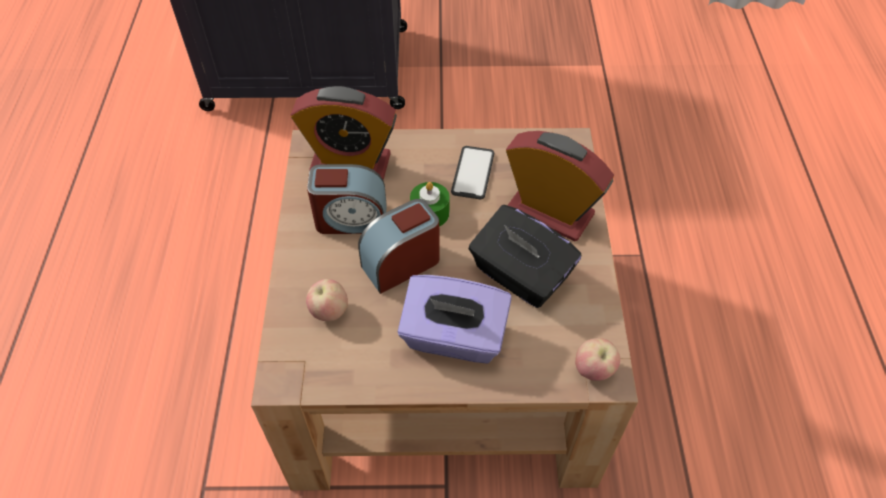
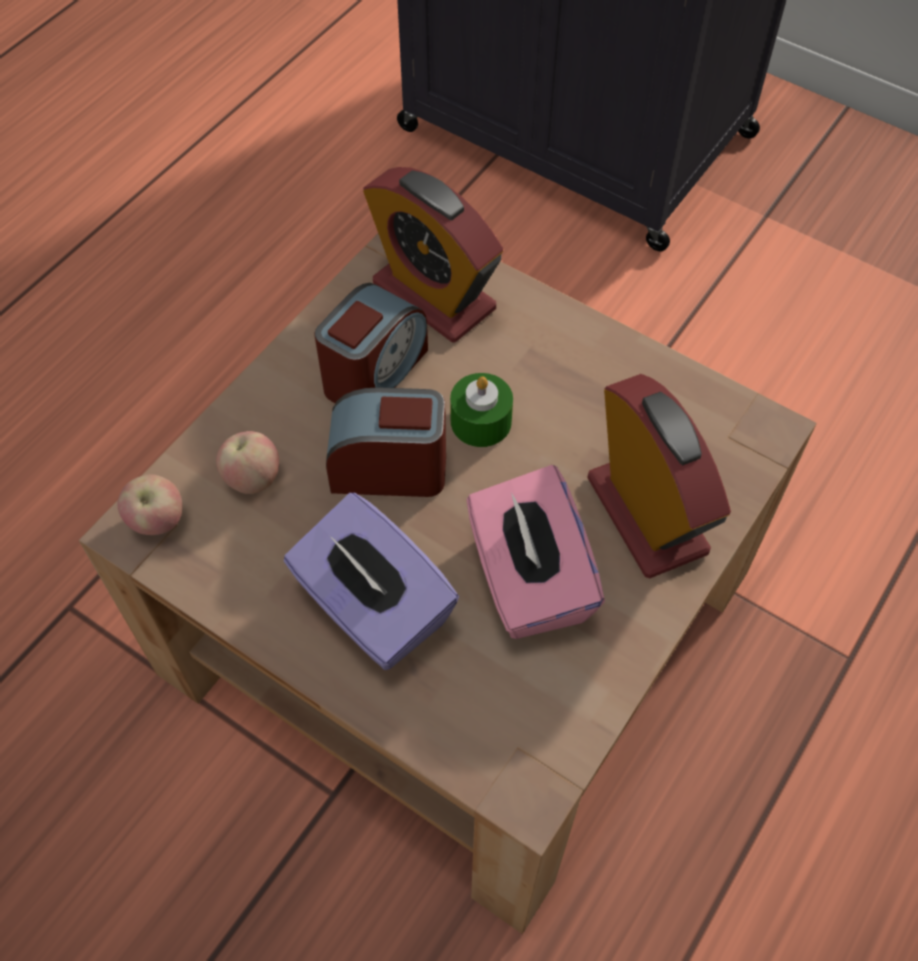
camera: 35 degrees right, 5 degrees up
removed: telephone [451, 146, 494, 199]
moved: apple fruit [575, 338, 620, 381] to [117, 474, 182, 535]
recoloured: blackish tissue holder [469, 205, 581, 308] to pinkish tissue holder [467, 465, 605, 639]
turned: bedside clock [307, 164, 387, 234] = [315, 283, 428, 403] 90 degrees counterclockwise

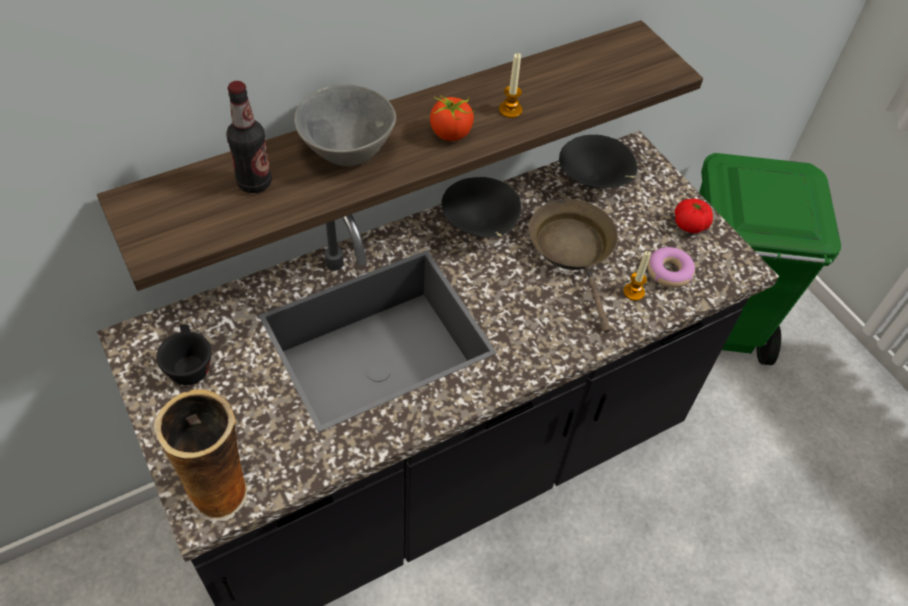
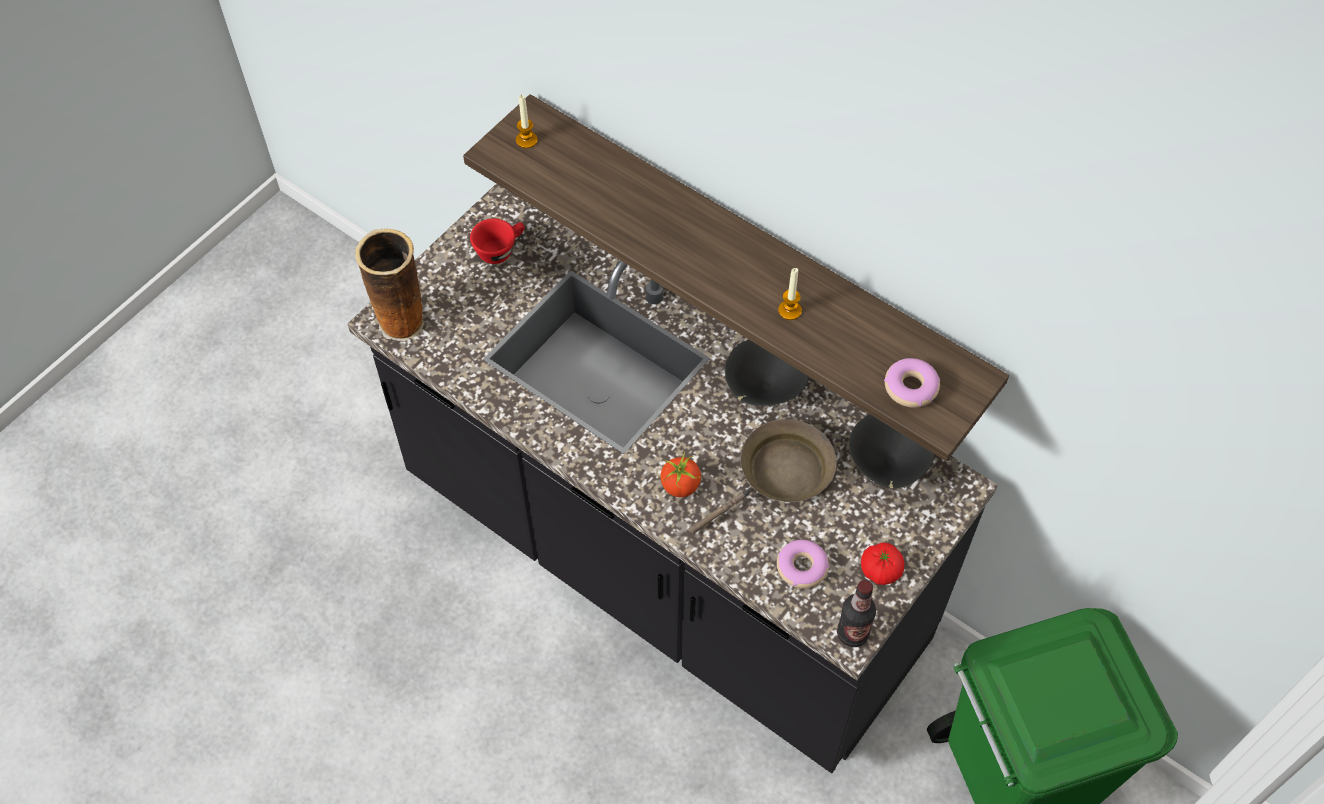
camera: 70 degrees right, 5 degrees up
removed: gray deep dish [294, 85, 396, 166]
added: doughnut [884, 358, 940, 408]
moved: drink bottle [226, 81, 272, 193] to [837, 580, 876, 647]; whole tomato [430, 95, 475, 141] to [660, 452, 701, 497]; candle [623, 251, 651, 301] to [516, 95, 538, 148]
recoloured: blackish small cup [157, 324, 212, 385] to reddish small cup [470, 218, 525, 264]

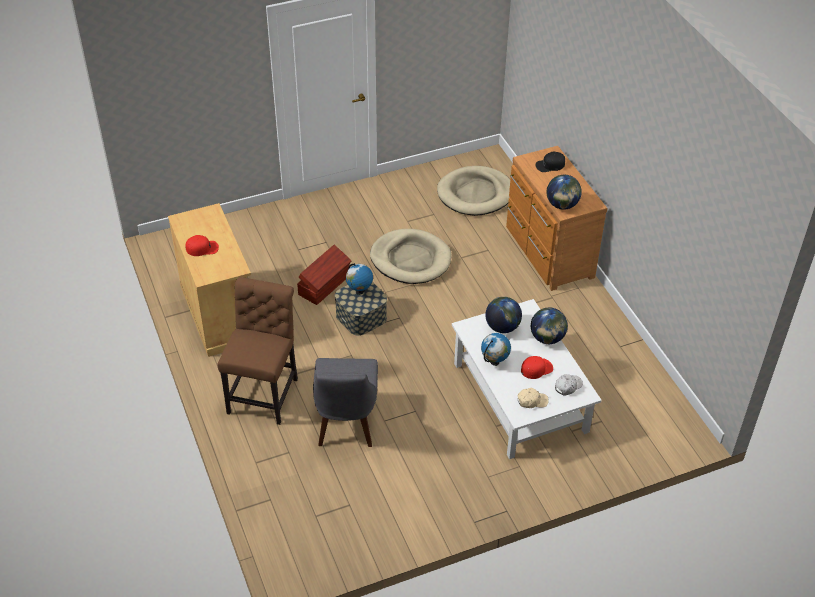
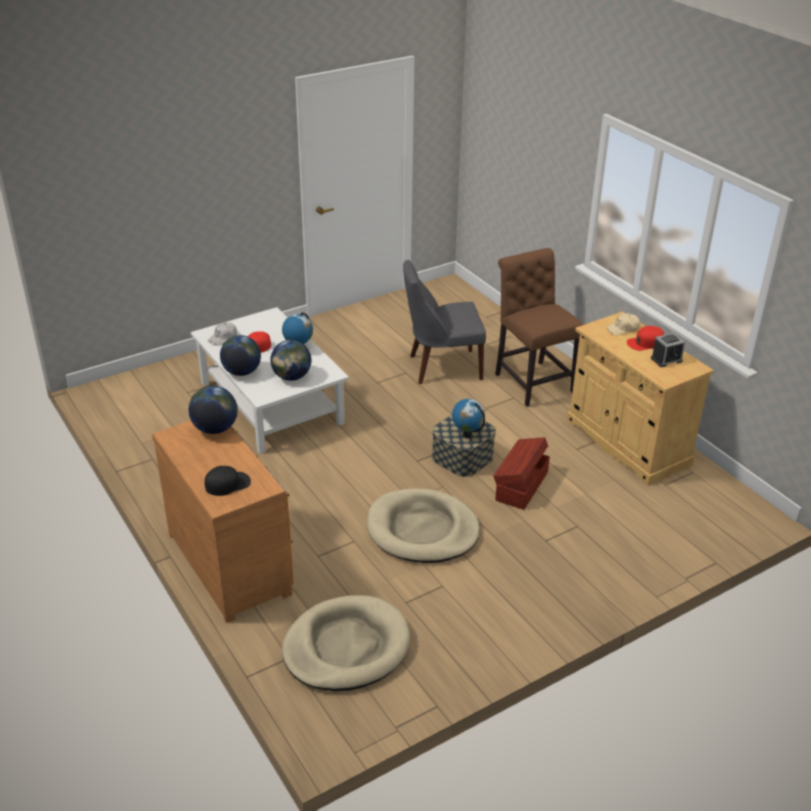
camera: 170 degrees right, 10 degrees down
added: bedside clock [651, 333, 685, 367]
moved: beige cap [518, 388, 549, 408] to [606, 313, 640, 335]
turned: brown-coloured plain chair [217, 277, 298, 425] = [495, 248, 584, 407] 150 degrees clockwise; gray plain chair [313, 358, 378, 447] = [403, 260, 486, 384] 90 degrees counterclockwise

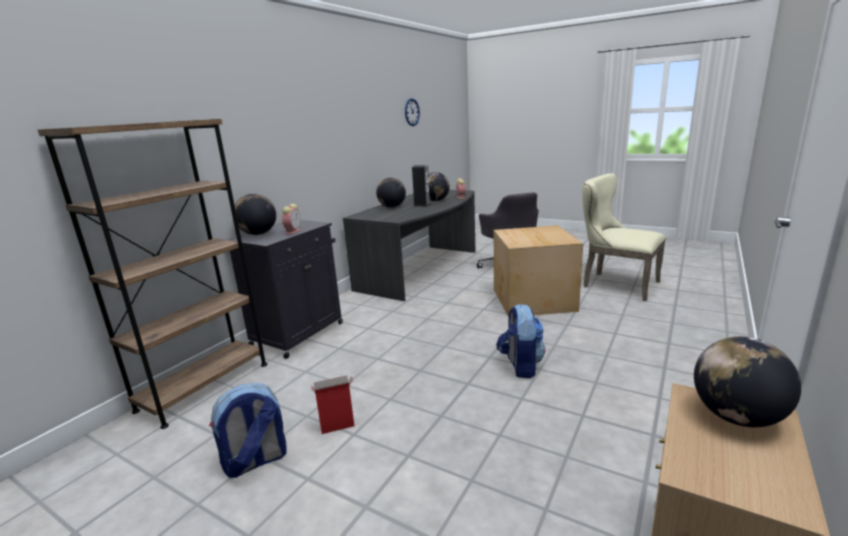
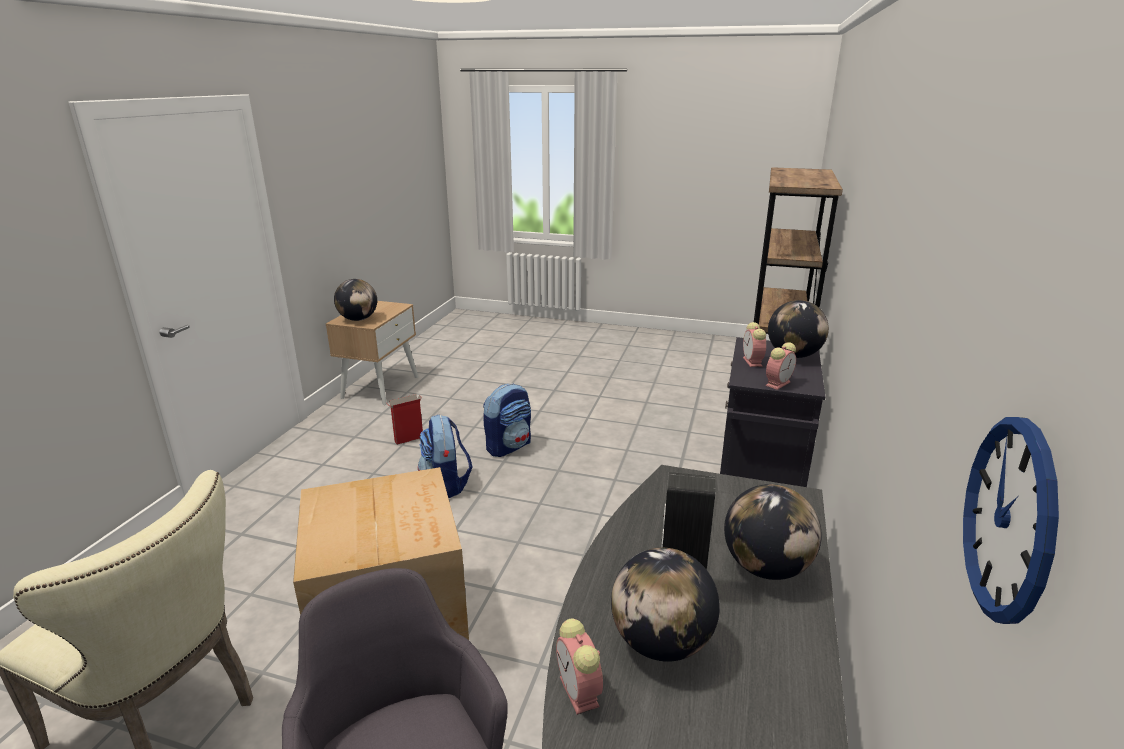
camera: 165 degrees right, 5 degrees up
added: bedside clock [765, 342, 796, 390]
moved: knapsack [209, 383, 287, 478] to [483, 383, 531, 457]; carton [311, 375, 354, 434] to [387, 394, 423, 445]

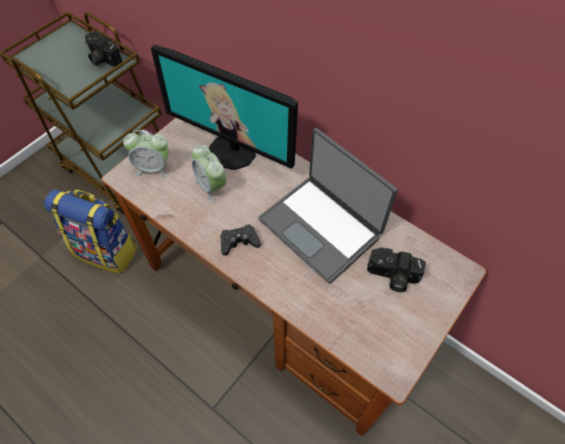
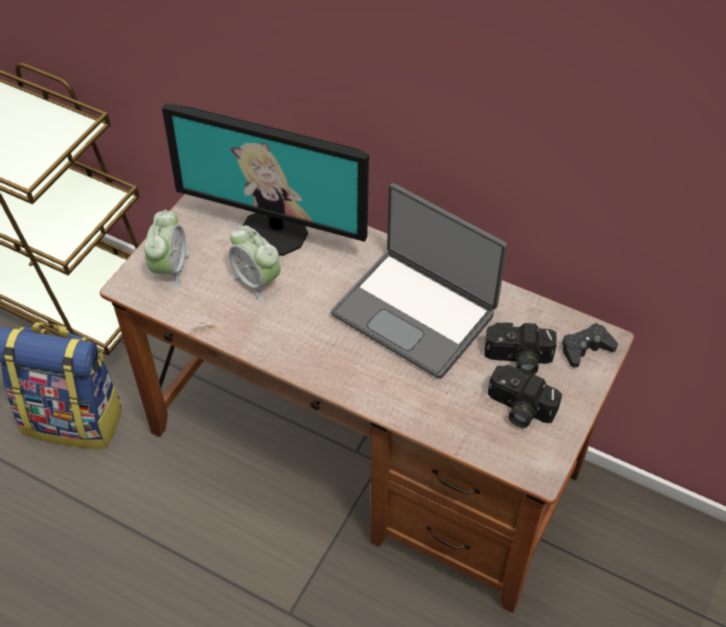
camera: 10 degrees left, 5 degrees down
moved: photo camera [85, 31, 122, 67] to [488, 365, 562, 428]; blackish gamepad [220, 224, 261, 256] to [562, 323, 618, 368]
turned: bedside clock [123, 130, 169, 177] = [144, 210, 190, 289] 75 degrees counterclockwise

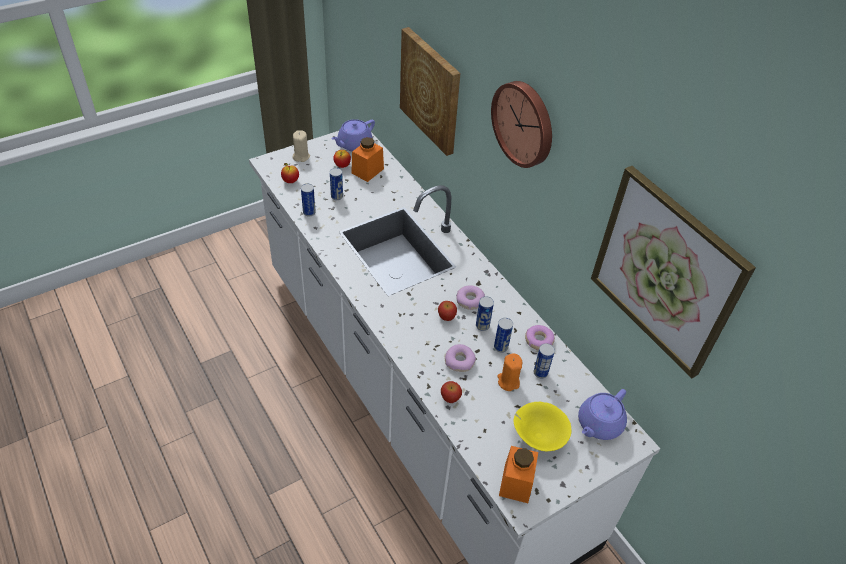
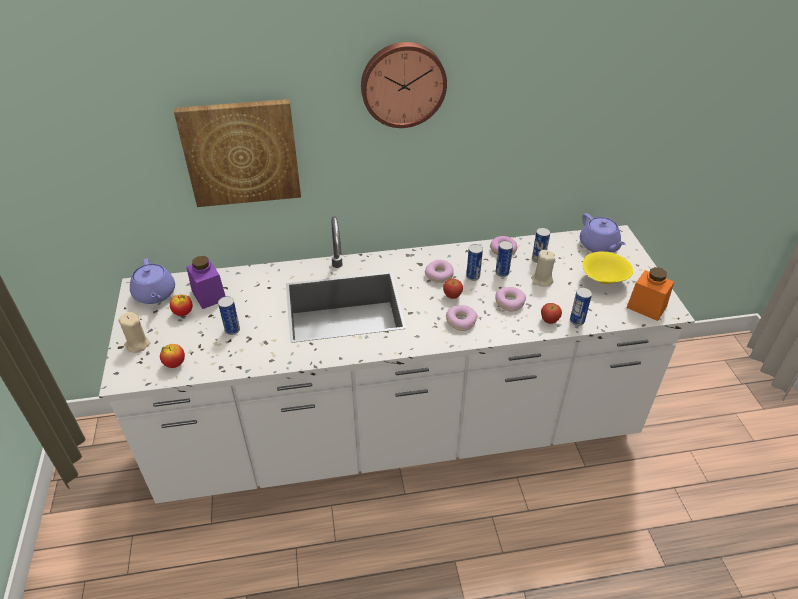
camera: 65 degrees left, 5 degrees down
removed: wall art [591, 166, 756, 378]
added: doughnut [446, 305, 478, 331]
moved: metal can [301, 184, 316, 216] to [570, 287, 592, 326]
recoloured: orangey storage jar [351, 137, 384, 182] to purplish storage jar [186, 256, 225, 309]; orangey candle [497, 354, 522, 391] to beige candle [531, 250, 555, 287]

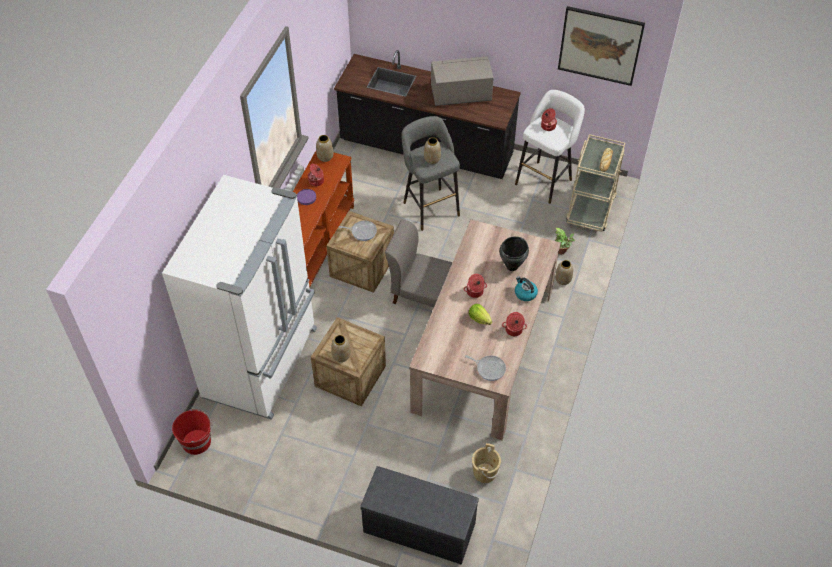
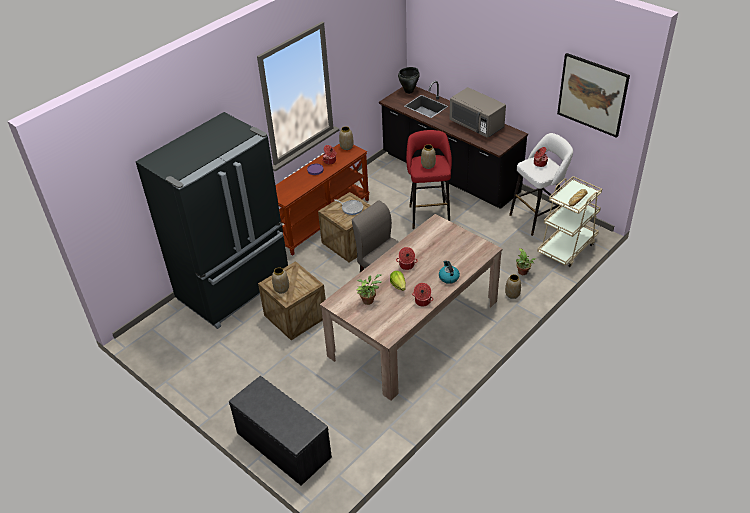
camera: 25 degrees right, 10 degrees down
removed: reddish bucket [172, 409, 212, 455]; pan [465, 355, 506, 381]; beige bucket [472, 443, 501, 483]
added: potted plant [356, 274, 382, 305]
moved: blackish cooking pot [499, 236, 529, 271] to [398, 67, 420, 94]
recoloured: white-coloured refrigerator [162, 175, 317, 420] to blackish refrigerator [136, 112, 288, 329]; gray stool seat [402, 116, 460, 231] to reddish stool seat [406, 130, 452, 229]
turned: gray microwave [431, 56, 494, 106] = [450, 87, 506, 137] 150 degrees counterclockwise

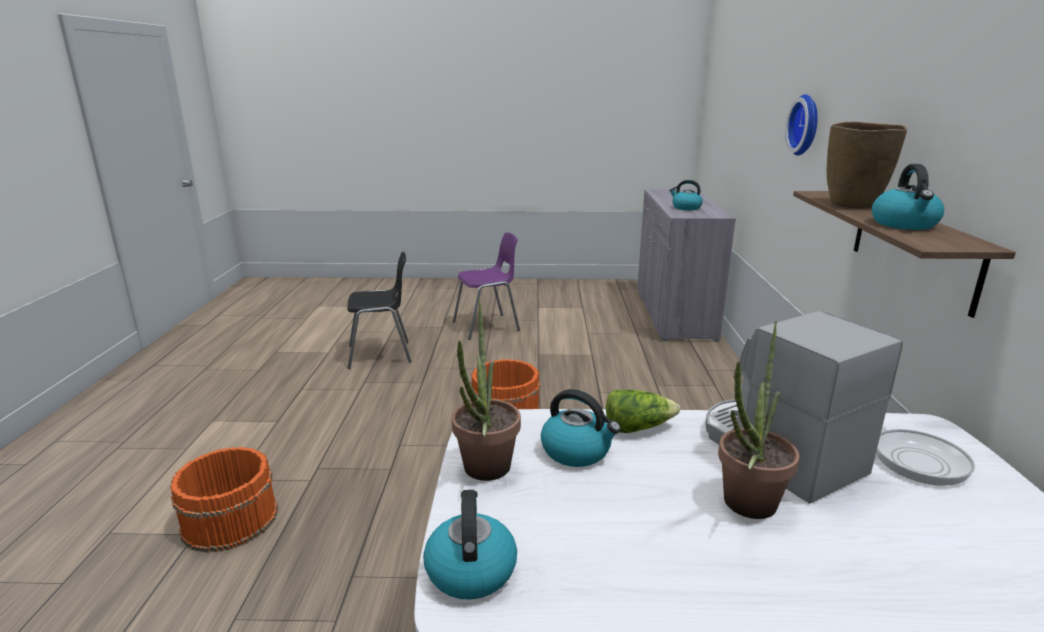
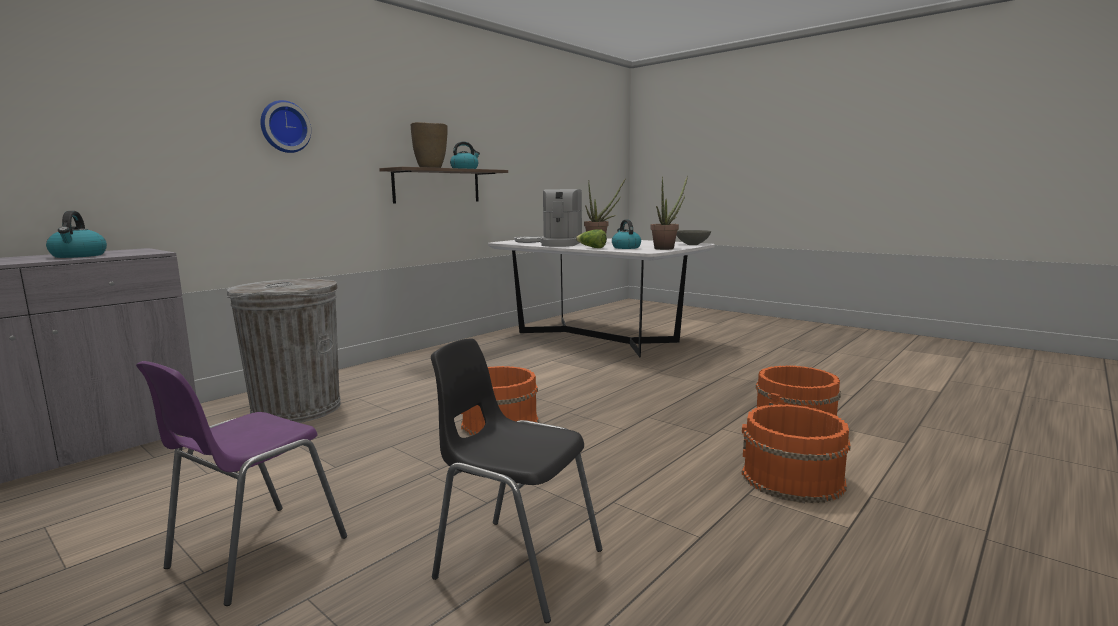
camera: 140 degrees left, 10 degrees down
added: gray trash can [227, 279, 341, 423]; orangey bucket [742, 404, 851, 503]
replaced: kettle [423, 490, 517, 600] to gray deep dish [677, 230, 711, 245]
turned: purplish plain chair [453, 232, 520, 340] = [136, 361, 347, 606] 75 degrees counterclockwise

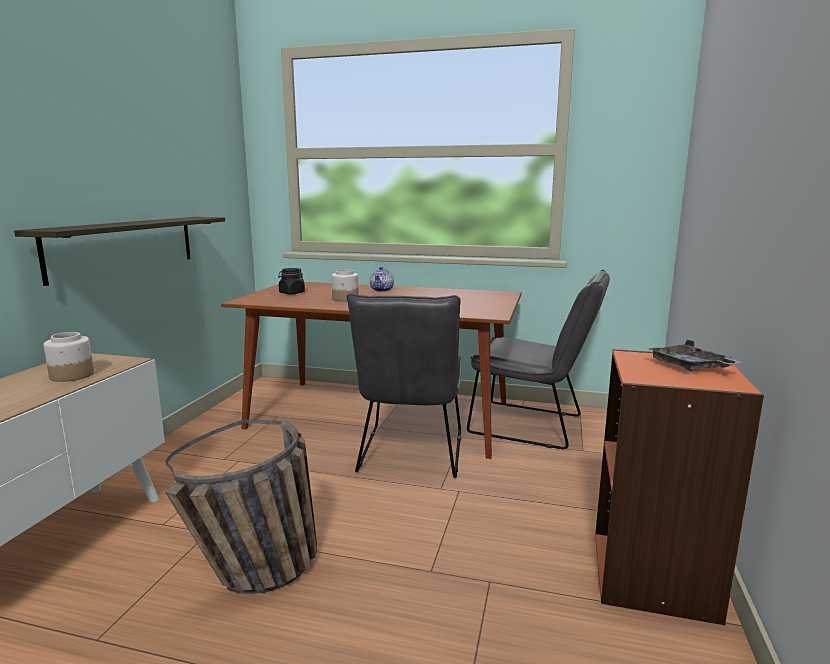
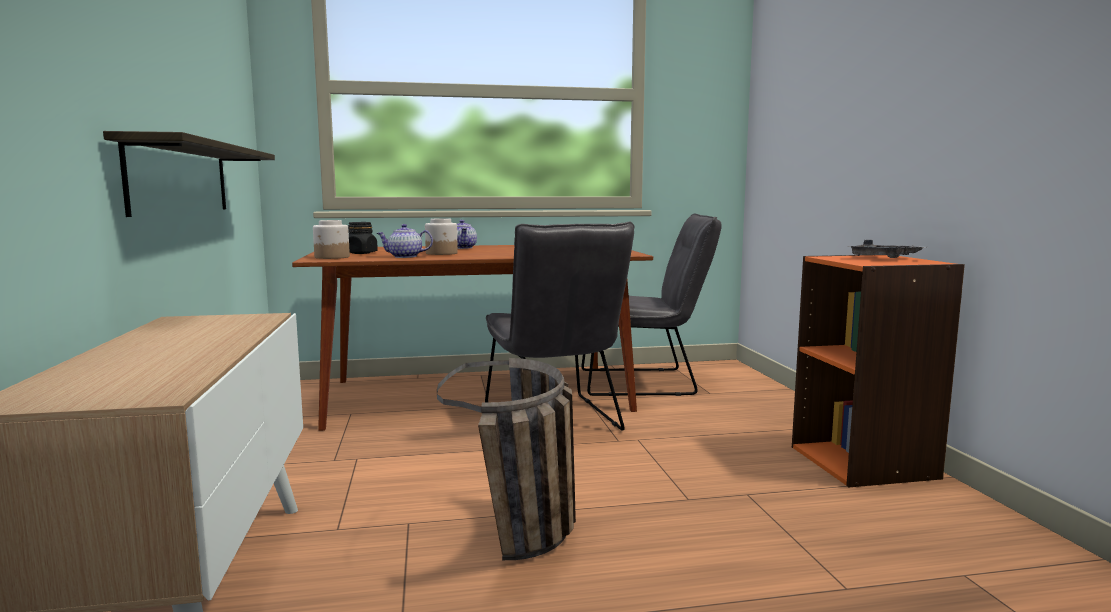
camera: 25 degrees left, 5 degrees down
added: teapot [377, 224, 433, 258]
moved: storage jar [43, 332, 94, 382] to [313, 220, 350, 259]

